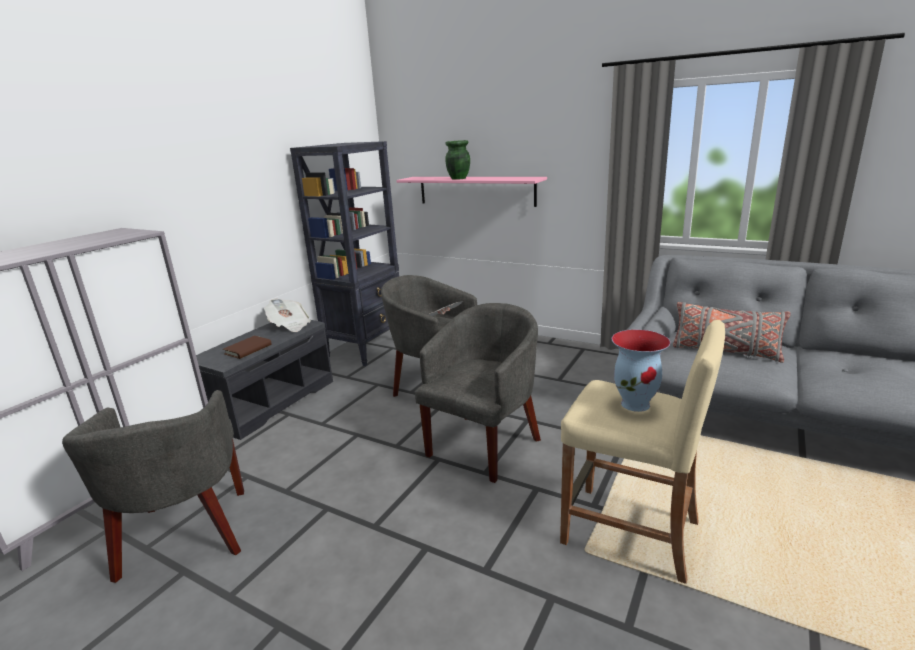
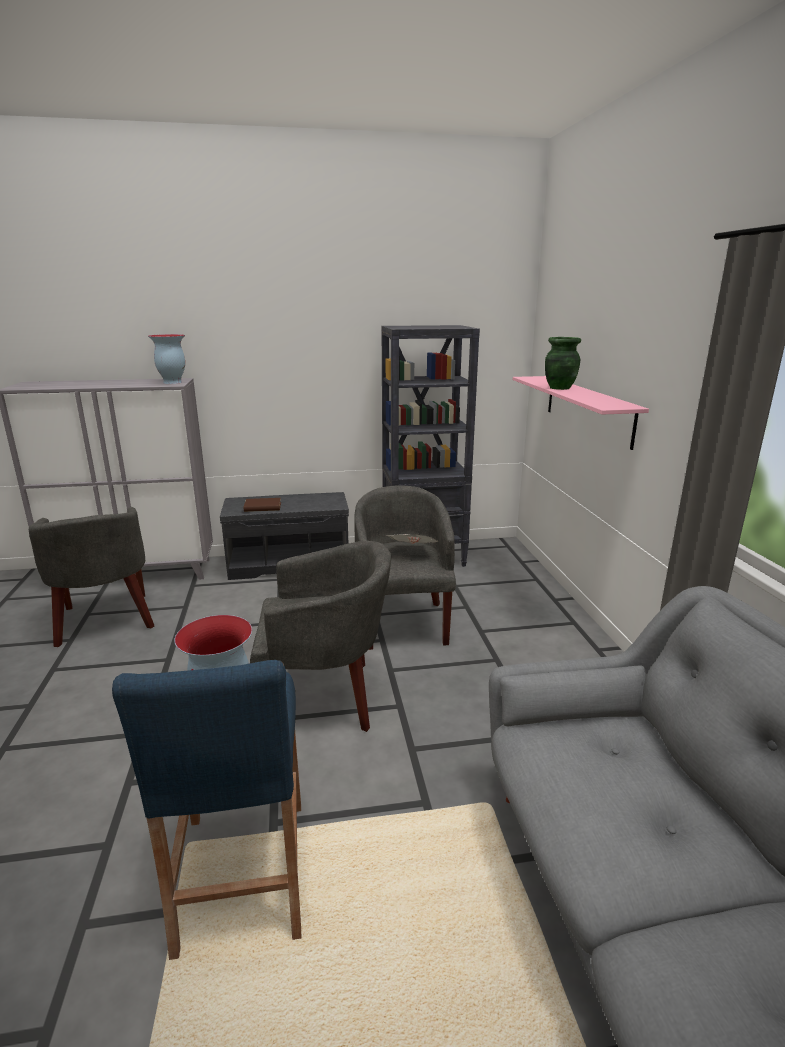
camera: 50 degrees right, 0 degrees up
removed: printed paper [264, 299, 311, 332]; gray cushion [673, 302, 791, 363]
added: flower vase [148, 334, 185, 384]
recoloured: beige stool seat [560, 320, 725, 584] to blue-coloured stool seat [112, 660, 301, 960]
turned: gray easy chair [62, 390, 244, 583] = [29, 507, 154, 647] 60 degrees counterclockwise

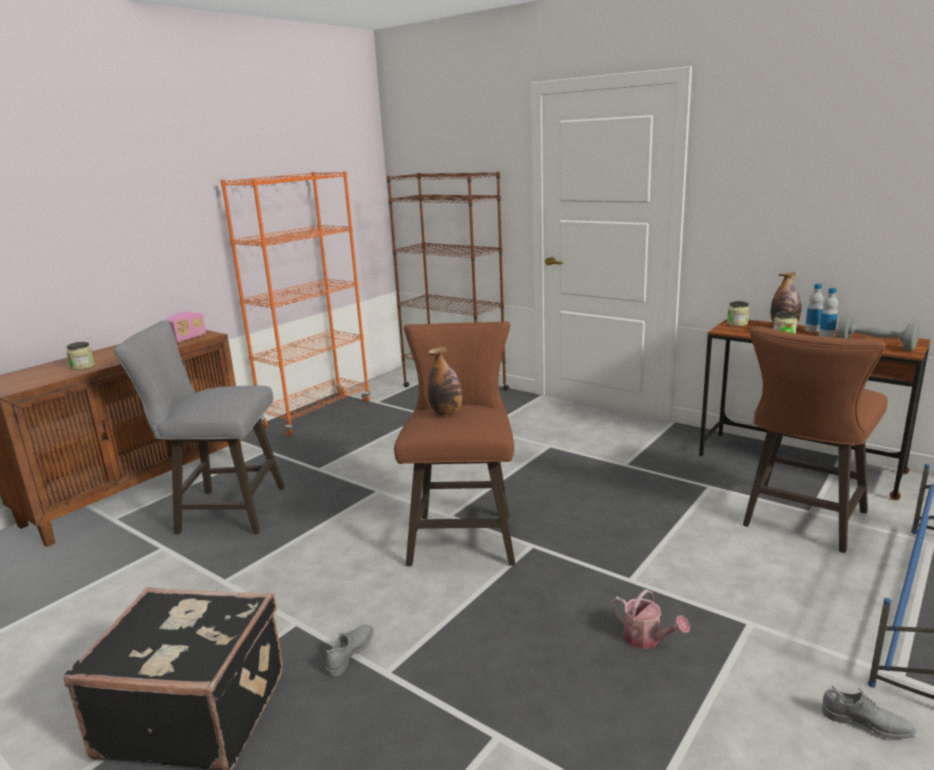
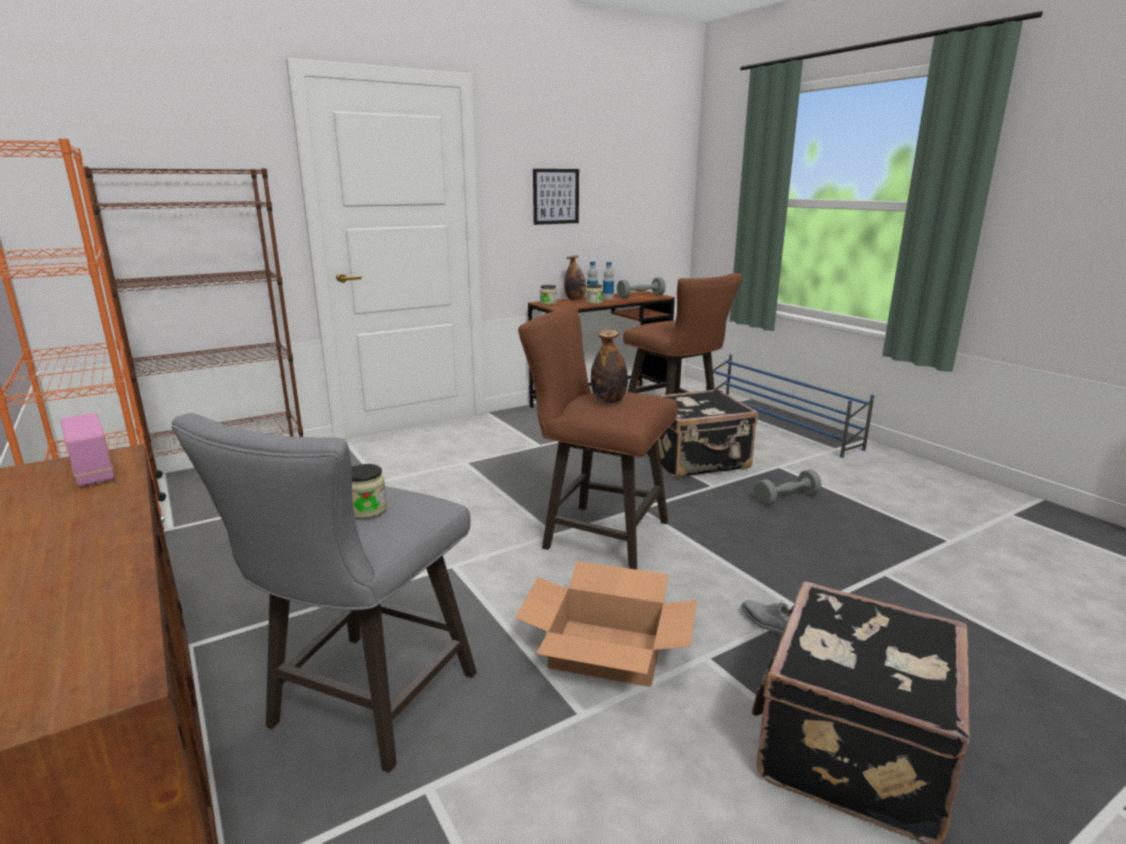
camera: 70 degrees left, 0 degrees up
removed: gray item of footwear [822, 685, 916, 739]
added: carton [515, 561, 697, 687]; wall art [533, 169, 579, 225]; blackish suitcase [646, 389, 758, 478]
moved: storage jar [66, 342, 95, 370] to [352, 464, 387, 519]
replaced: sprinkling can [611, 589, 690, 649] to gray free weight [754, 469, 821, 506]

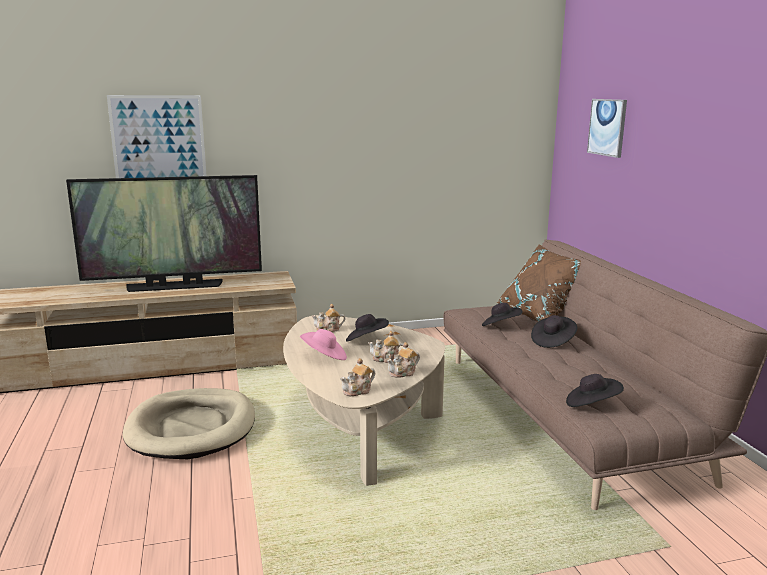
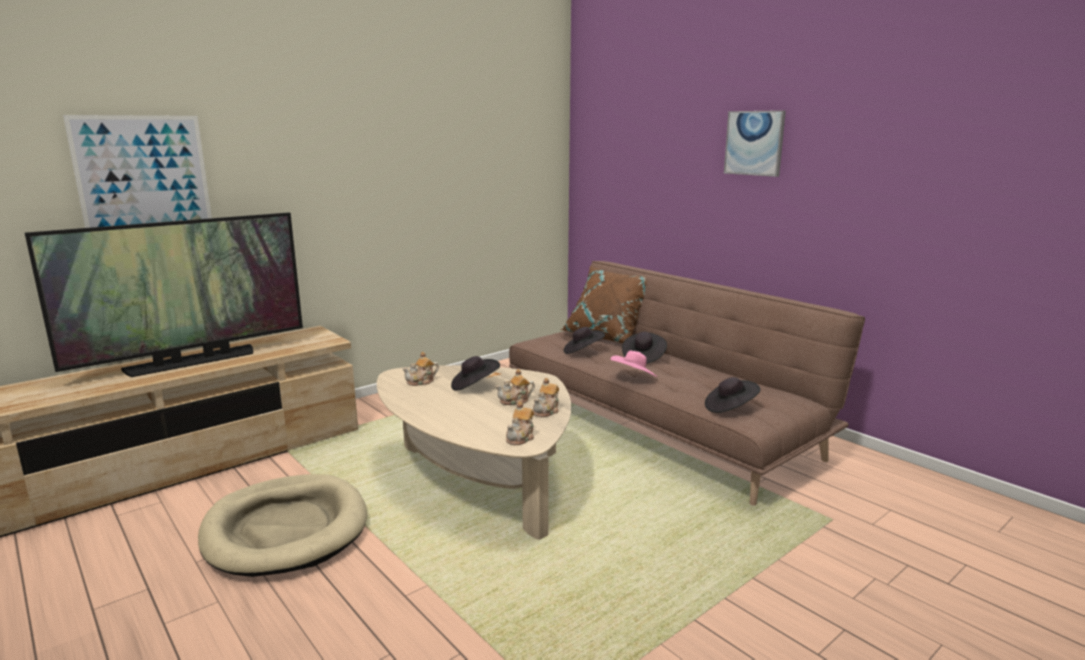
camera: 25 degrees left, 0 degrees up
moved: pinkish wearable hat [300, 329, 347, 360] to [611, 351, 658, 377]; wall art [587, 99, 627, 158] to [724, 110, 786, 177]

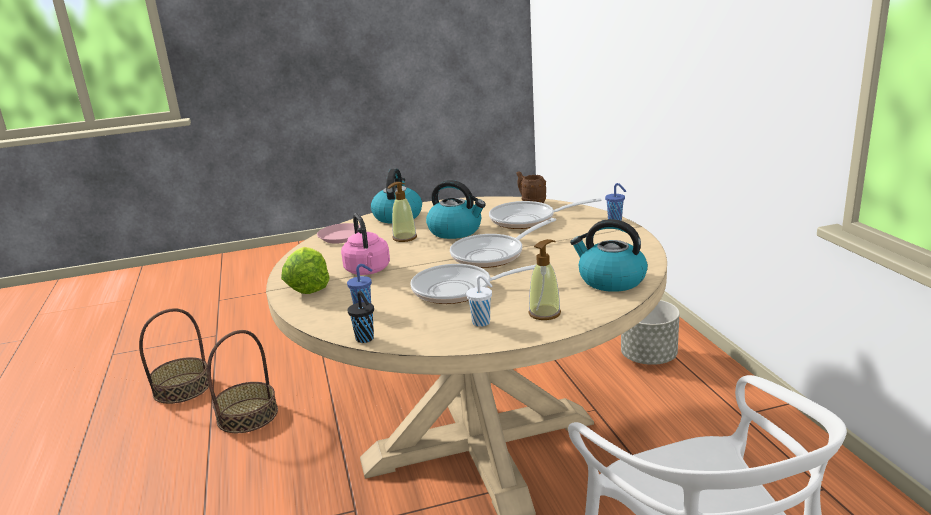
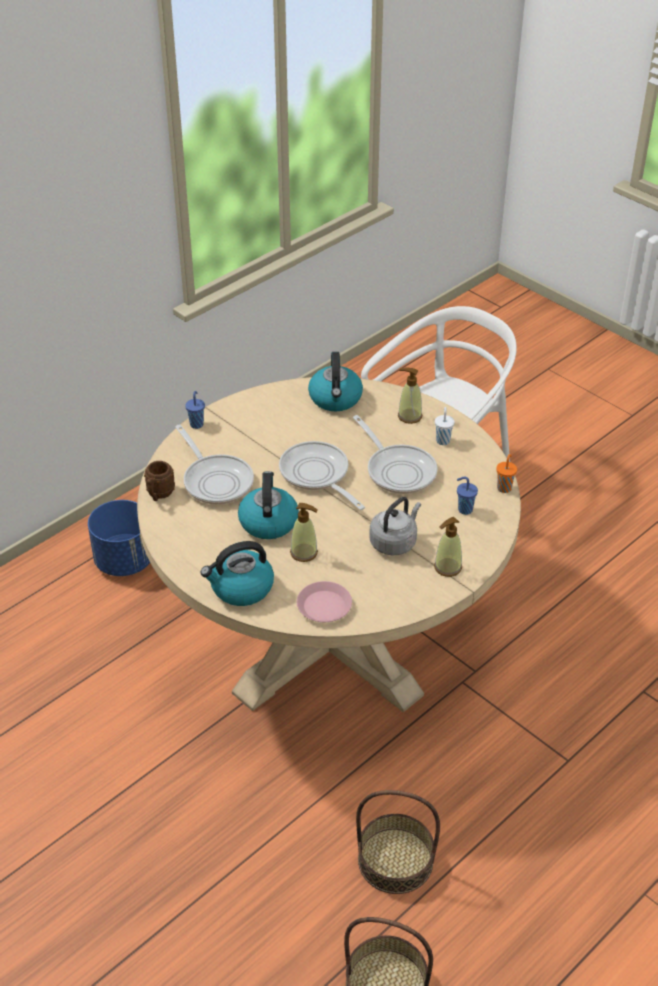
camera: 120 degrees left, 20 degrees up
replaced: lettuce head [281, 247, 330, 294] to soap bottle [434, 517, 462, 577]
recoloured: pinkish kettle [341, 213, 390, 275] to gray kettle [369, 497, 421, 556]; blackish small cup [347, 291, 374, 343] to orangey small cup [496, 454, 517, 493]; gray flower pot [621, 300, 680, 365] to blue-coloured flower pot [88, 500, 150, 576]
turned: pan [450, 218, 556, 268] = [279, 441, 365, 510] 150 degrees counterclockwise

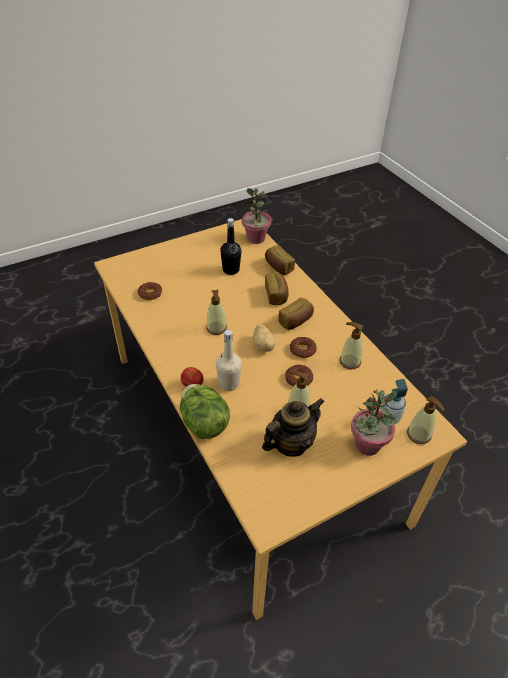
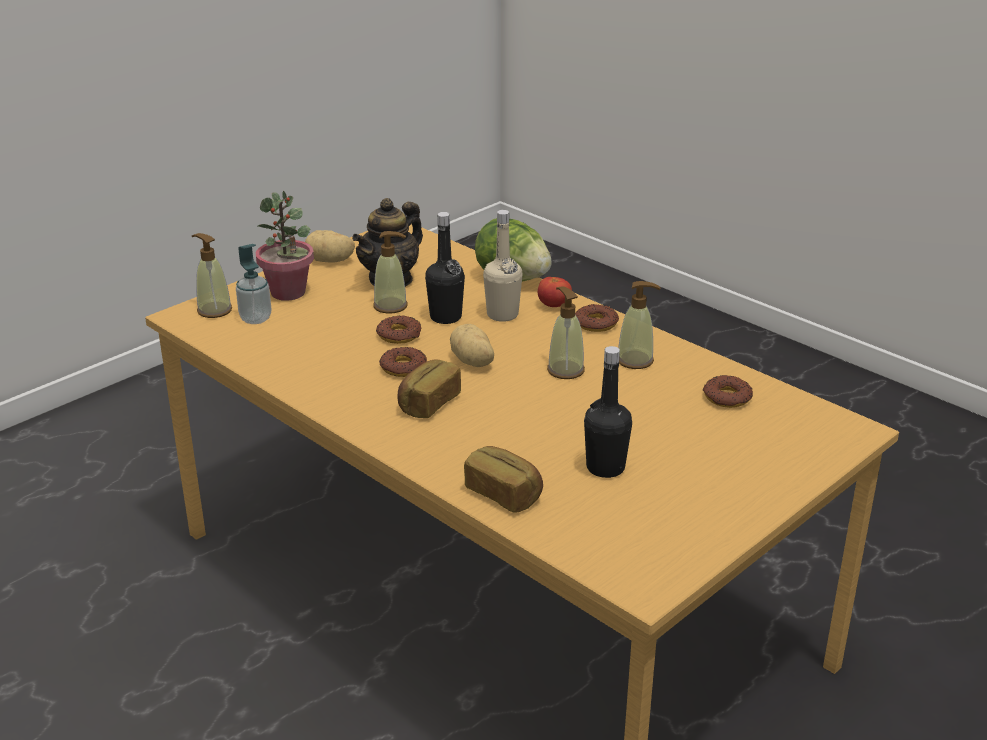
camera: 165 degrees right, 15 degrees down
removed: potted plant [242, 188, 271, 244]; baked bread [265, 273, 289, 305]
added: spud [305, 230, 355, 263]; blackish drink bottle [425, 212, 465, 324]; doughnut [575, 304, 619, 332]
moved: soap bottle [340, 322, 363, 369] to [618, 281, 660, 369]

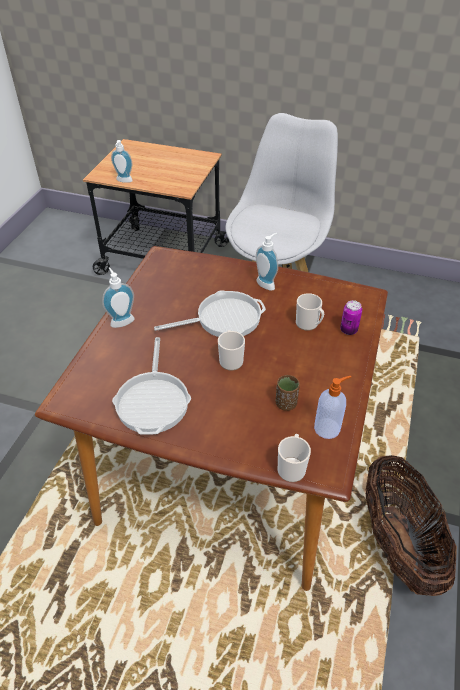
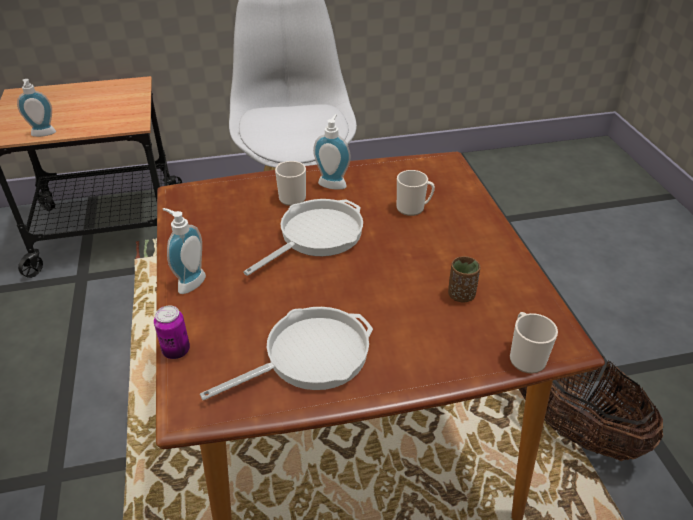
camera: 30 degrees left, 5 degrees down
removed: soap bottle [314, 376, 351, 439]
moved: tea mug [218, 330, 245, 371] to [275, 161, 306, 206]; metal can [340, 300, 362, 335] to [154, 305, 190, 359]
turned: pan [112, 337, 191, 435] = [200, 307, 373, 400] 90 degrees counterclockwise

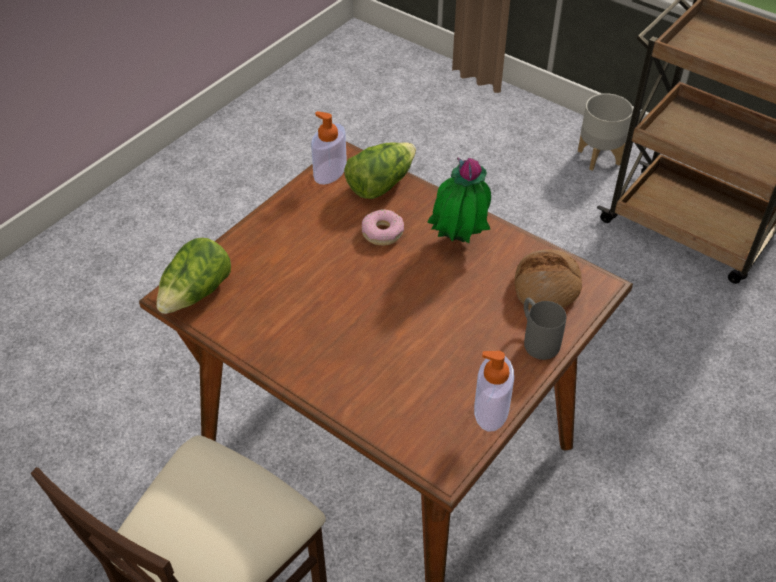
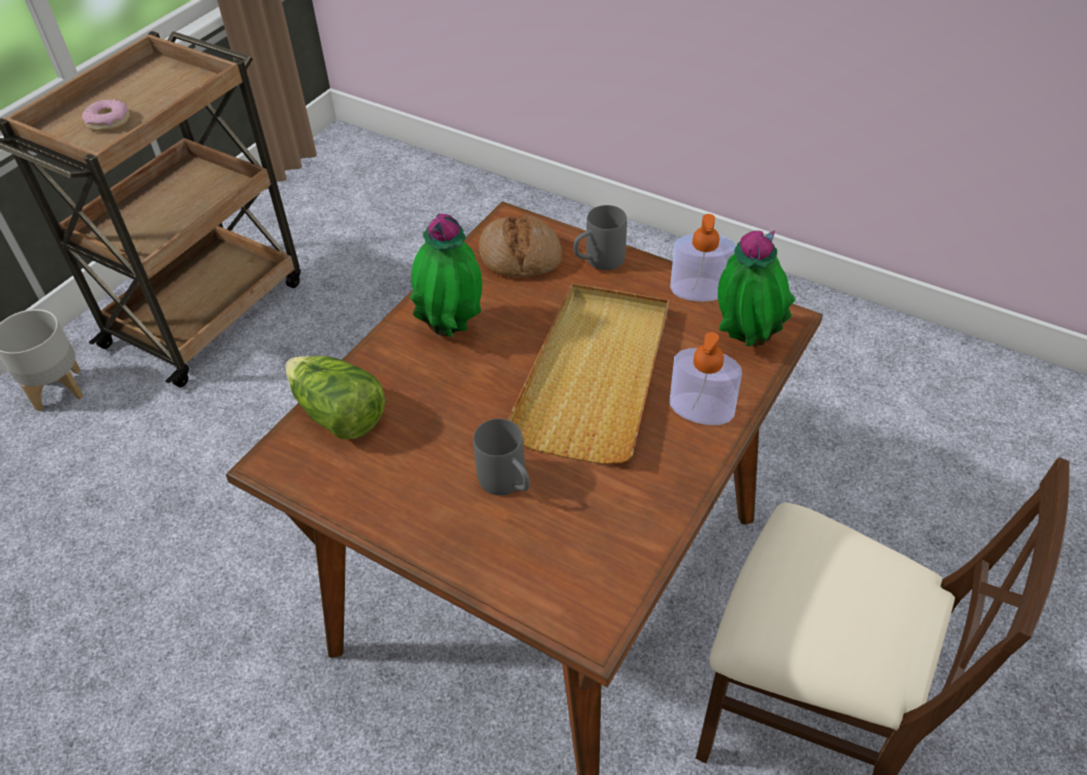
camera: 95 degrees left, 0 degrees up
removed: lettuce head [156, 238, 231, 314]
added: gray tea mug [473, 419, 530, 496]; beige carrying tray [507, 283, 669, 464]; potted plant [718, 230, 796, 347]
moved: soap bottle [311, 111, 347, 185] to [670, 332, 742, 425]; doughnut [362, 209, 404, 245] to [82, 99, 130, 132]

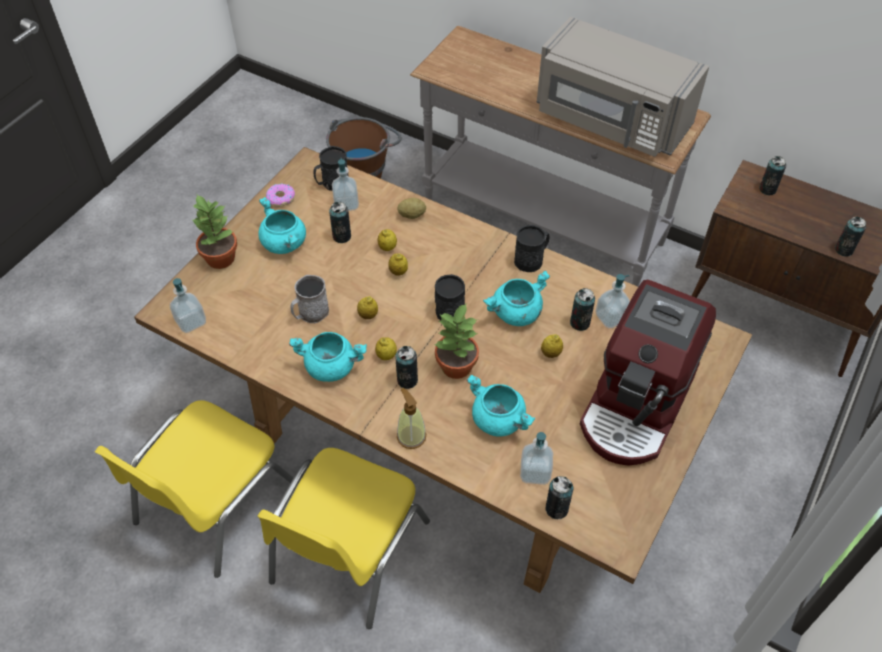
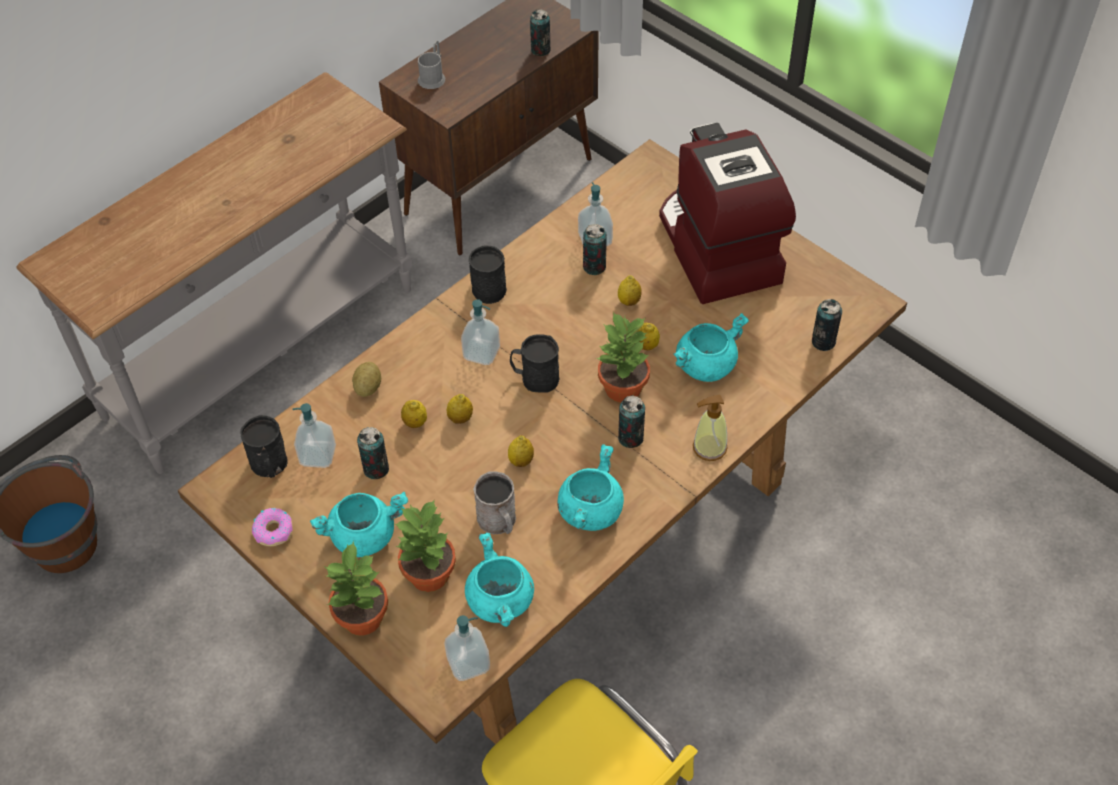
camera: 75 degrees left, 0 degrees up
removed: yellow plain chair [258, 448, 430, 629]; gray microwave [536, 17, 709, 157]
added: potted plant [395, 499, 456, 592]
moved: whole lemon [375, 337, 397, 360] to [637, 323, 660, 350]; turquoise-coloured cooking pot [483, 271, 550, 326] to [465, 533, 534, 627]; soap bottle [520, 432, 553, 485] to [461, 299, 500, 365]
replaced: metal can [759, 156, 786, 195] to gray tea mug [418, 40, 445, 89]
turned: coffee brewer [580, 280, 716, 465] = [659, 123, 796, 304] 150 degrees counterclockwise

